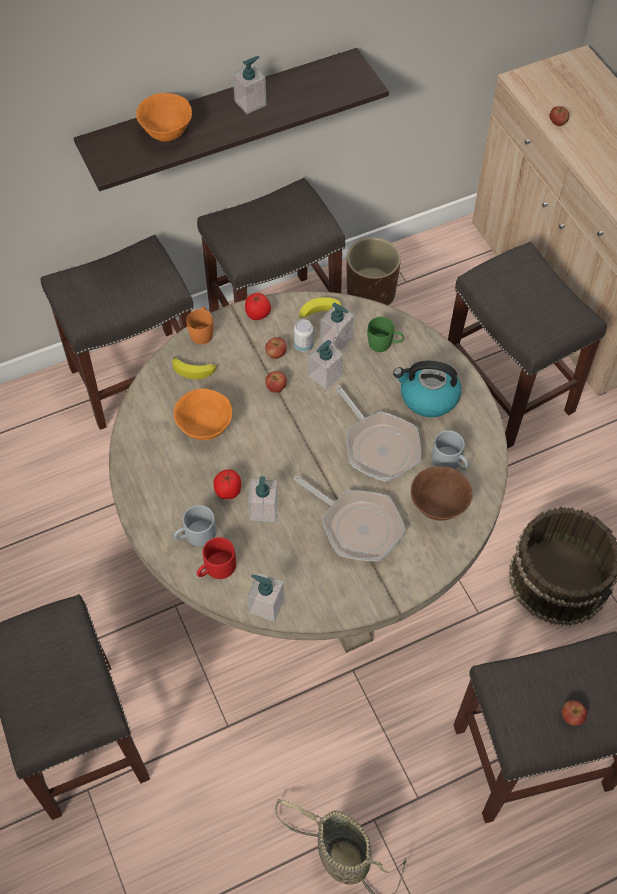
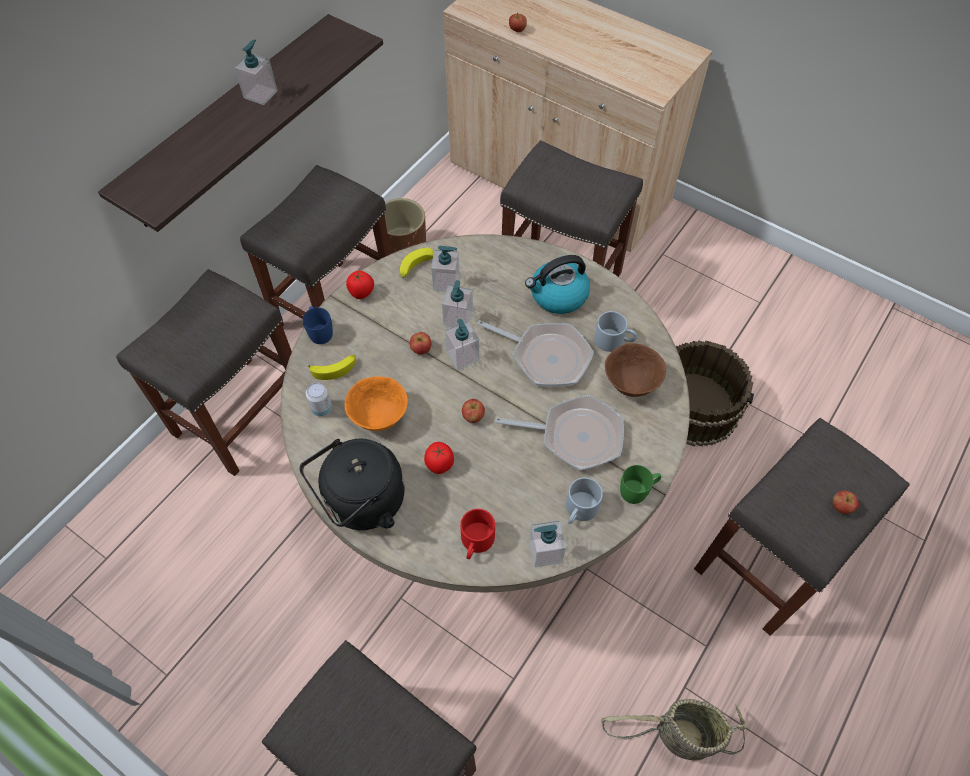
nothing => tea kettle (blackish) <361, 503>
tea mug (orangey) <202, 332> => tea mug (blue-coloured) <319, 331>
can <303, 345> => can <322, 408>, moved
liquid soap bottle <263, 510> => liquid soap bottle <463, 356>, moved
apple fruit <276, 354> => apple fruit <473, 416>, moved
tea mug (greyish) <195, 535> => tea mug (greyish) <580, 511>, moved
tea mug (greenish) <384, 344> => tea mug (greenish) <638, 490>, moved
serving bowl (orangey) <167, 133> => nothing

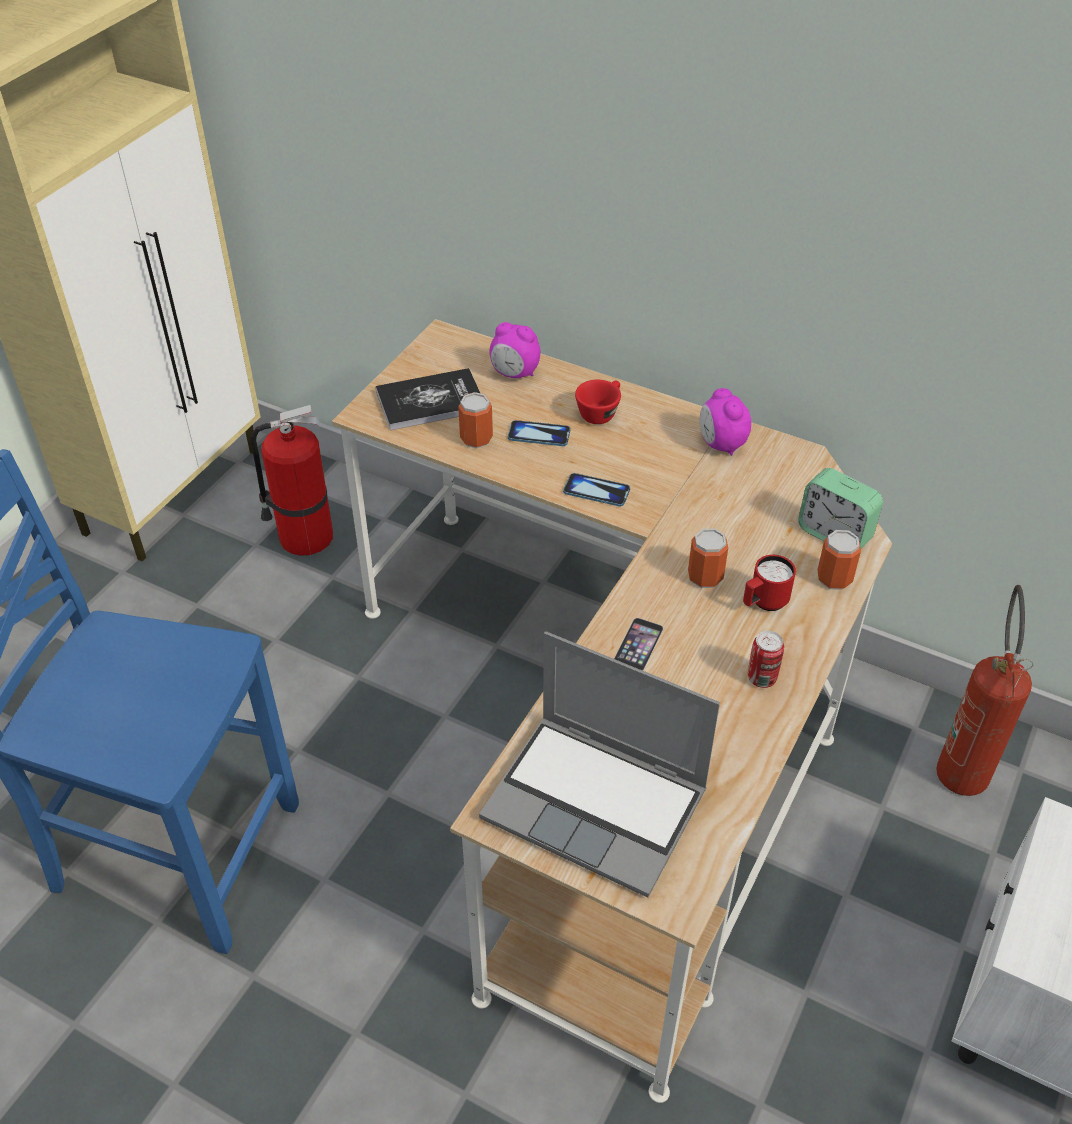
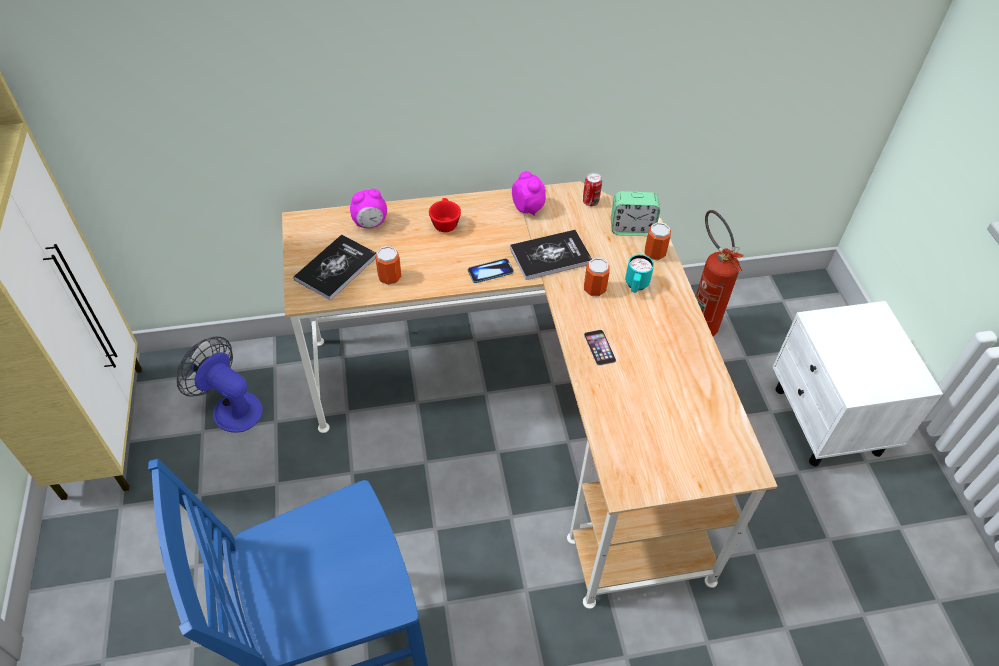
extinguisher <303, 537> => electric fan <231, 407>
nothing => bound book <550, 256>
alarm clock <721, 444> => alarm clock <528, 208>, 150 degrees counterclockwise
can <761, 678> => can <590, 202>, moved
tea mug (reddish) <764, 603> => tea mug (turquoise) <636, 286>
notebook computer <598, 804> => nothing
phone <539, 435> => nothing

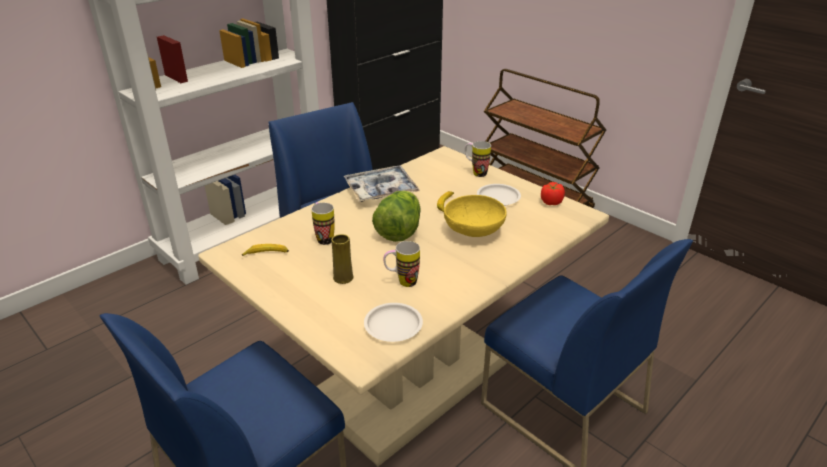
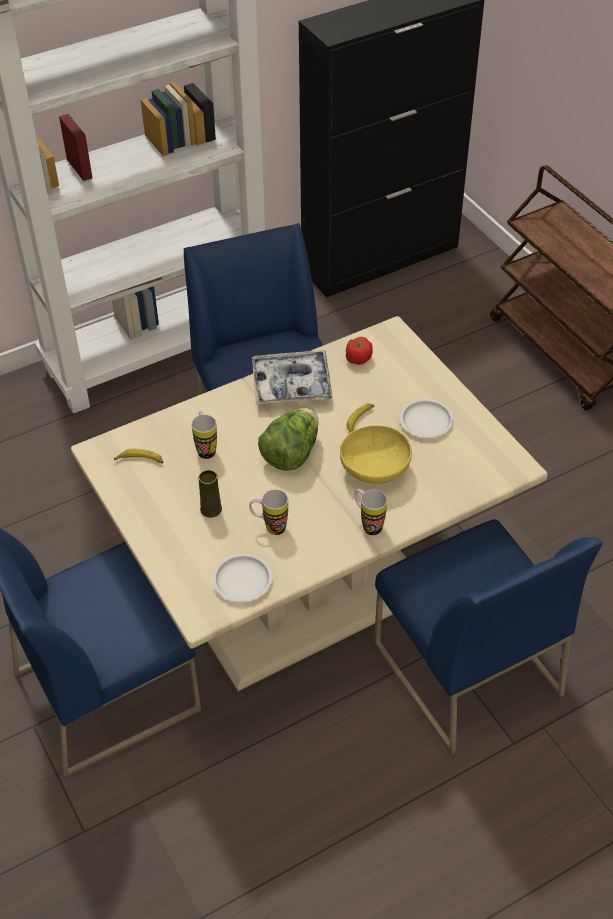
tomato <551, 202> => tomato <358, 359>, moved
tea mug <475, 172> => tea mug <368, 524>, moved

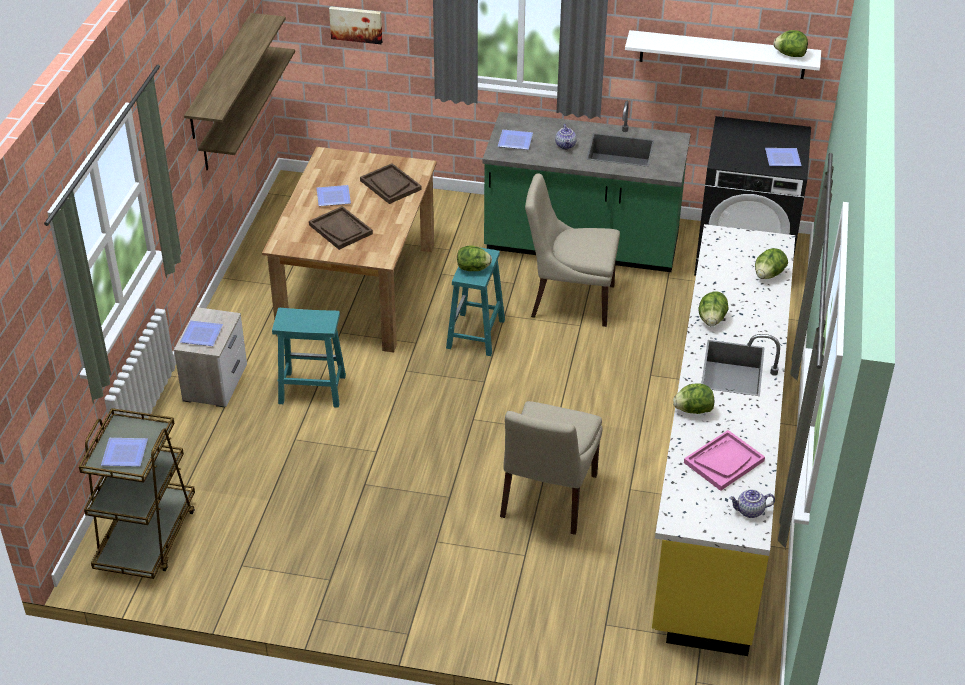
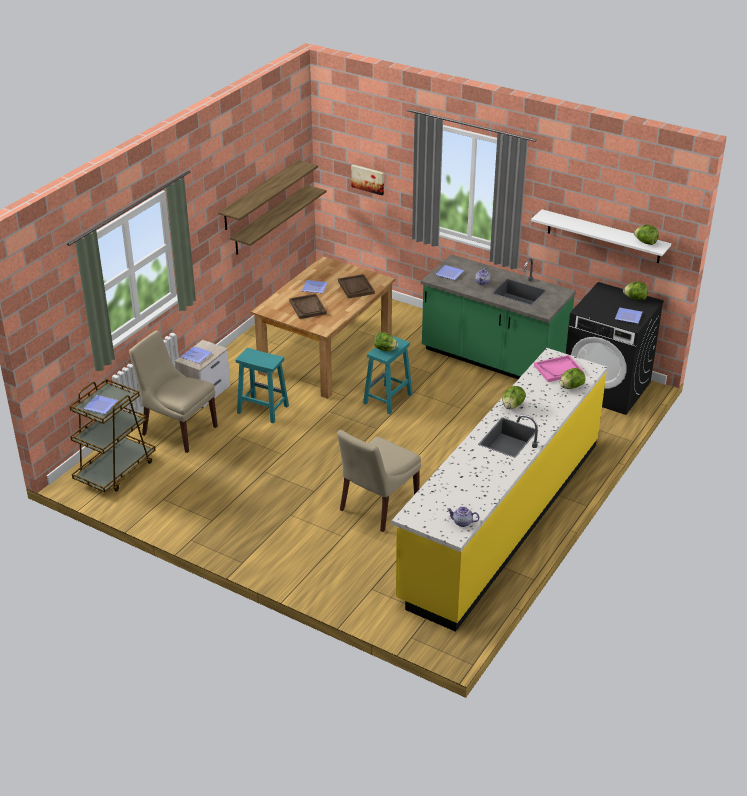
plain chair (beige) <569, 300> => plain chair (beige) <177, 430>, moved
carrying tray (pink) <724, 461> => carrying tray (pink) <558, 370>, moved
head of lettuce <693, 410> => head of lettuce <635, 298>, moved

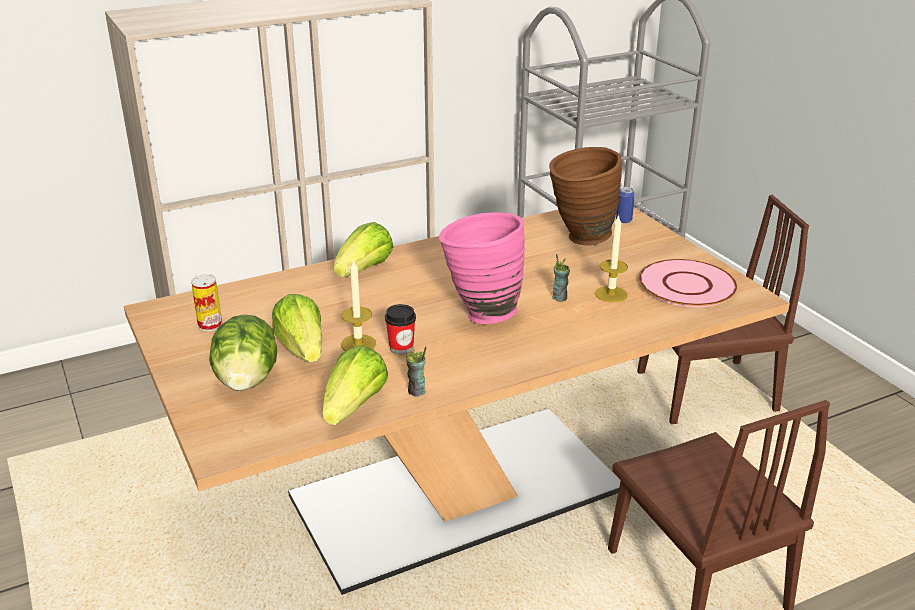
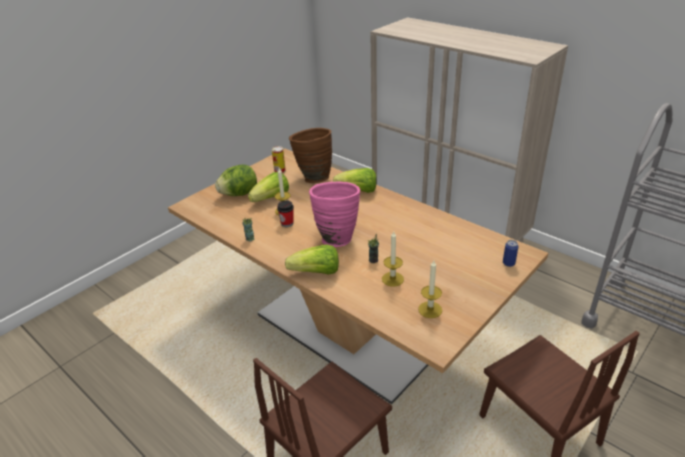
head of lettuce <354, 407> => head of lettuce <316, 272>, moved
flower vase (brownish) <580, 239> => flower vase (brownish) <313, 177>, moved
dinner plate (pink) <686, 285> => candle <430, 309>

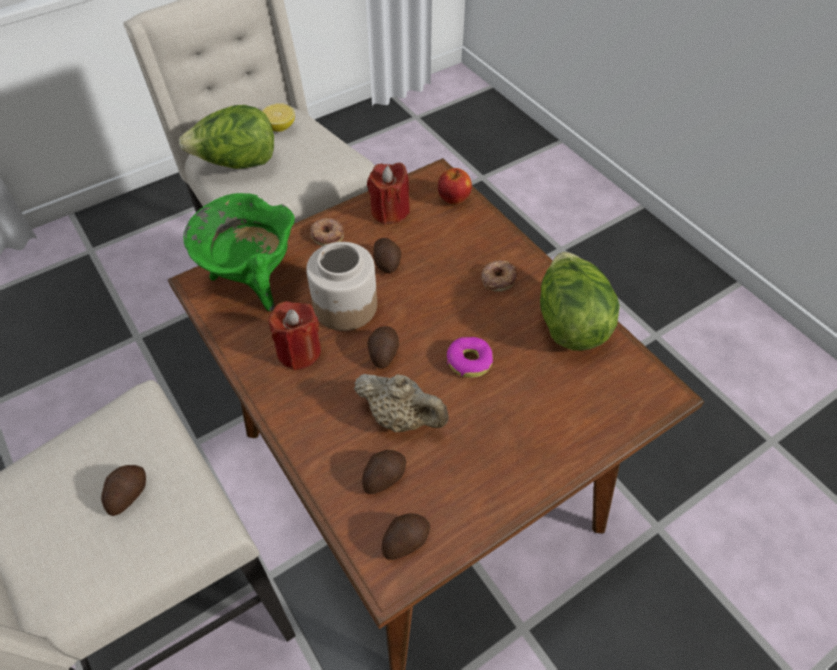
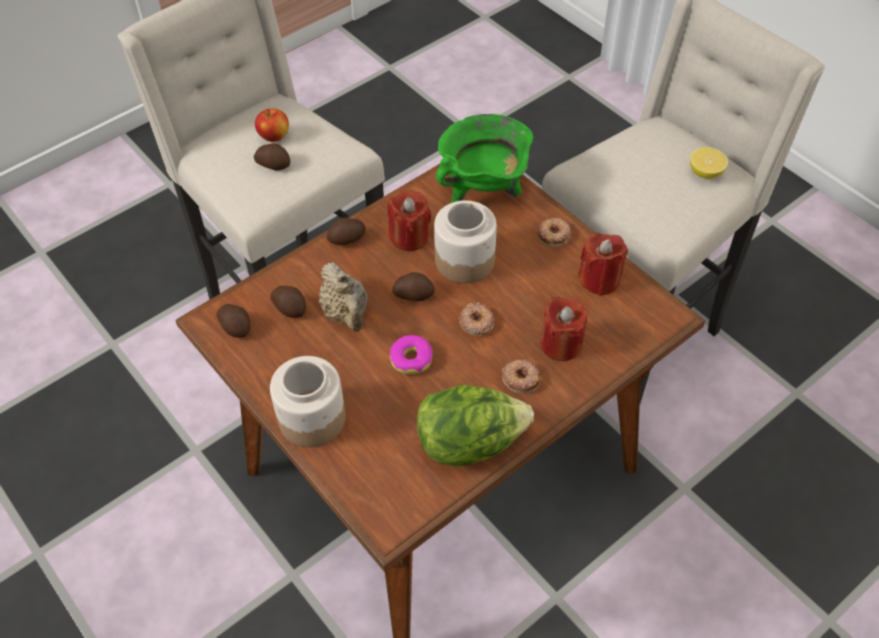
apple fruit <453, 198> => apple fruit <274, 136>, moved
nothing => storage jar <311, 419>
teapot (beige) <402, 418> => teapot (beige) <346, 314>, 45 degrees counterclockwise
spud <387, 262> => spud <347, 239>, moved
nothing => donut <476, 322>
nothing => candle (reddish) <561, 344>
head of lettuce <237, 163> => nothing

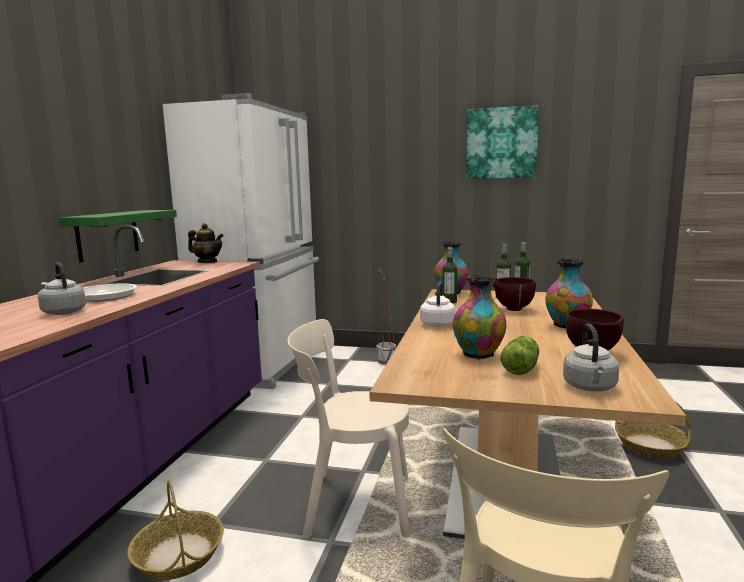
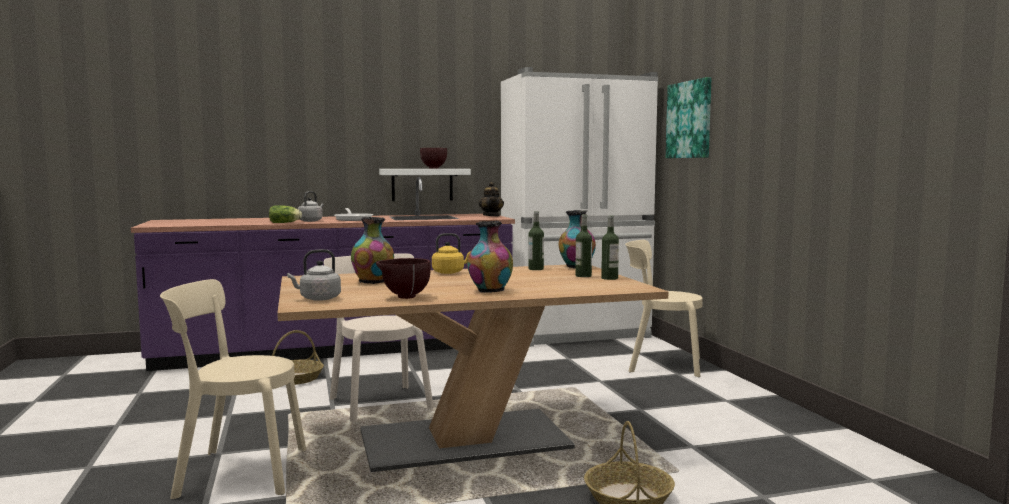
head of lettuce <521, 367> => head of lettuce <285, 223>, moved
bracket shelf (greenish) <107, 235> => bracket shelf (white-coloured) <422, 184>
serving bowl (brownish) <511, 309> => serving bowl (brownish) <433, 168>, moved
tea kettle (white-coloured) <438, 324> => tea kettle (yellow) <450, 272>
flower pot <386, 362> => plain chair (beige) <660, 364>
wall picture <501, 143> => wall picture <689, 120>, moved

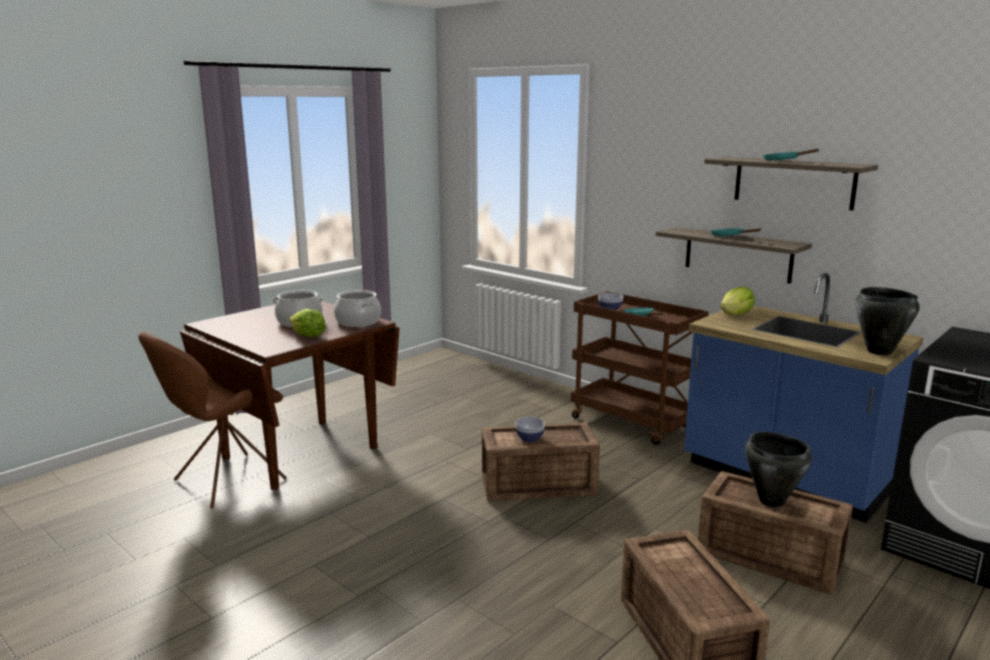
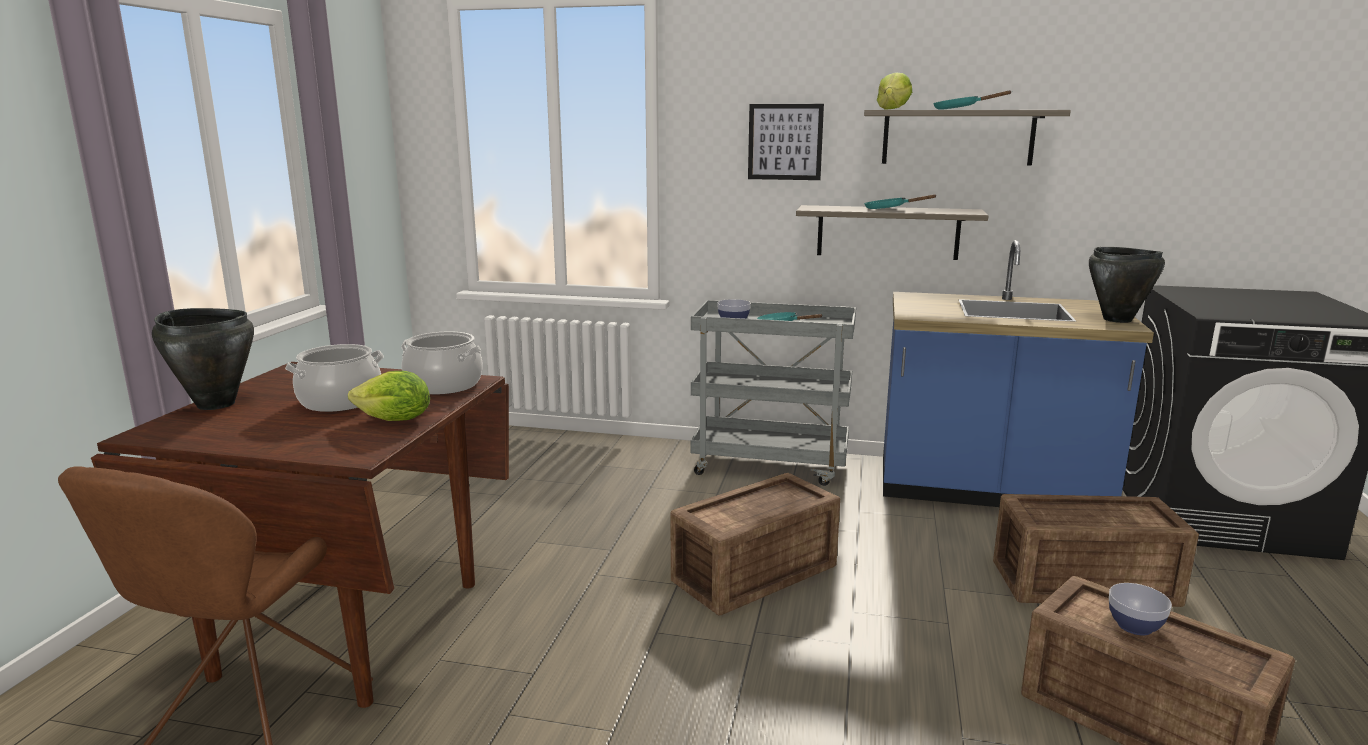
stockpot (blackish) <771, 501> => stockpot (blackish) <216, 404>, moved
cart (brownish) <634, 423> => cart (greyish) <771, 465>
nothing => wall picture <785, 142>
head of lettuce <736, 314> => head of lettuce <893, 109>, moved
serving bowl <530, 438> => serving bowl <1135, 626>, moved

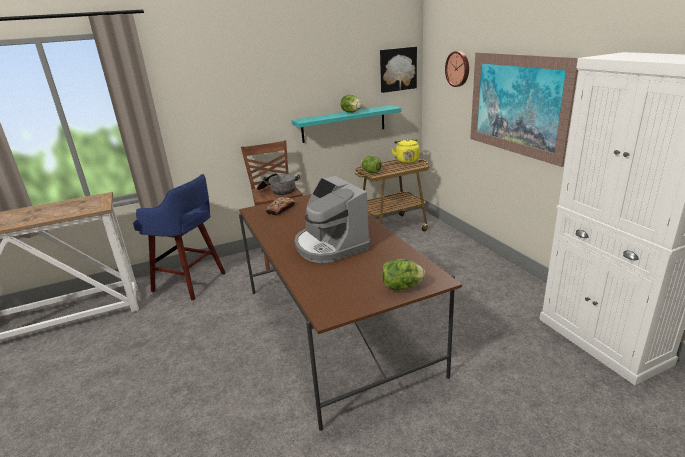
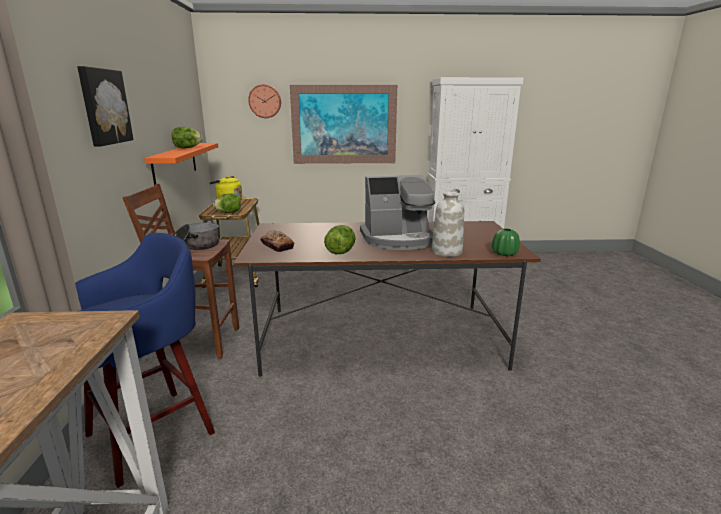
wall picture <397, 69> => wall picture <104, 107>, moved
bracket shelf (turquoise) <343, 124> => bracket shelf (orangey) <175, 164>
head of lettuce <401, 287> => head of lettuce <341, 252>, moved
nothing => flower vase (white-coloured) <446, 251>
nothing => flower vase (greenish) <504, 254>

